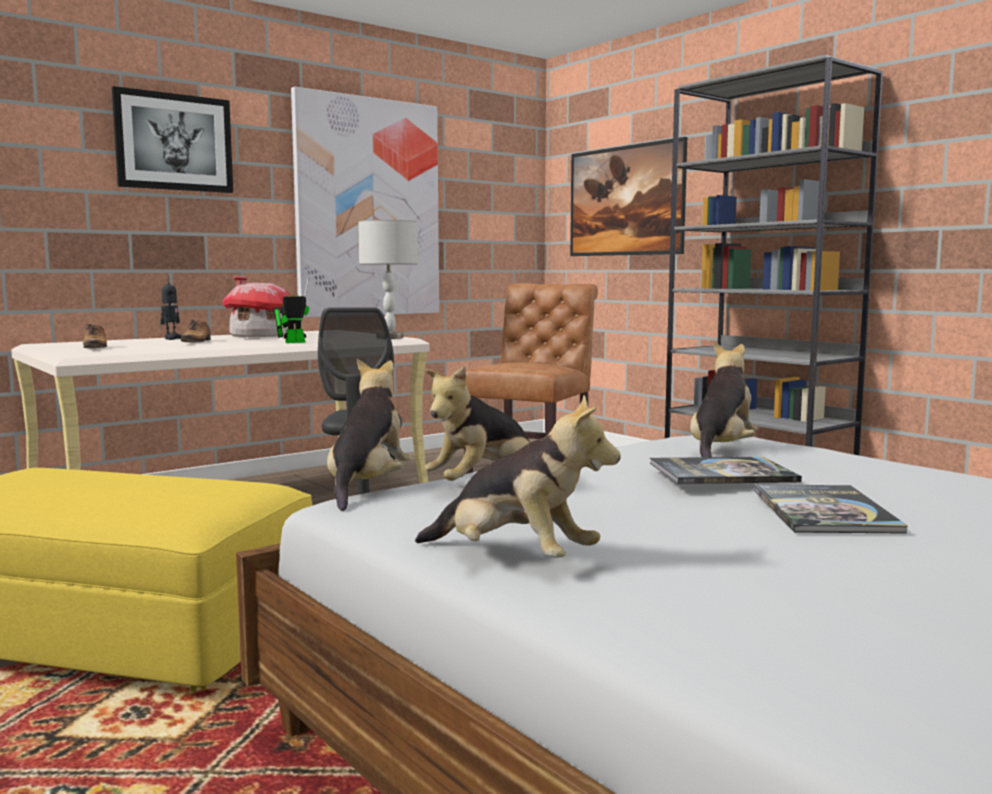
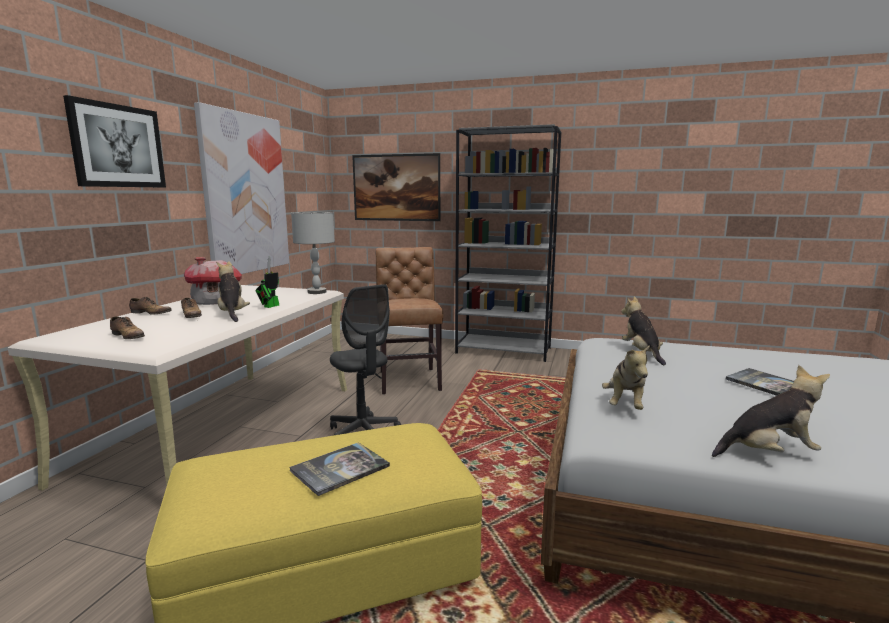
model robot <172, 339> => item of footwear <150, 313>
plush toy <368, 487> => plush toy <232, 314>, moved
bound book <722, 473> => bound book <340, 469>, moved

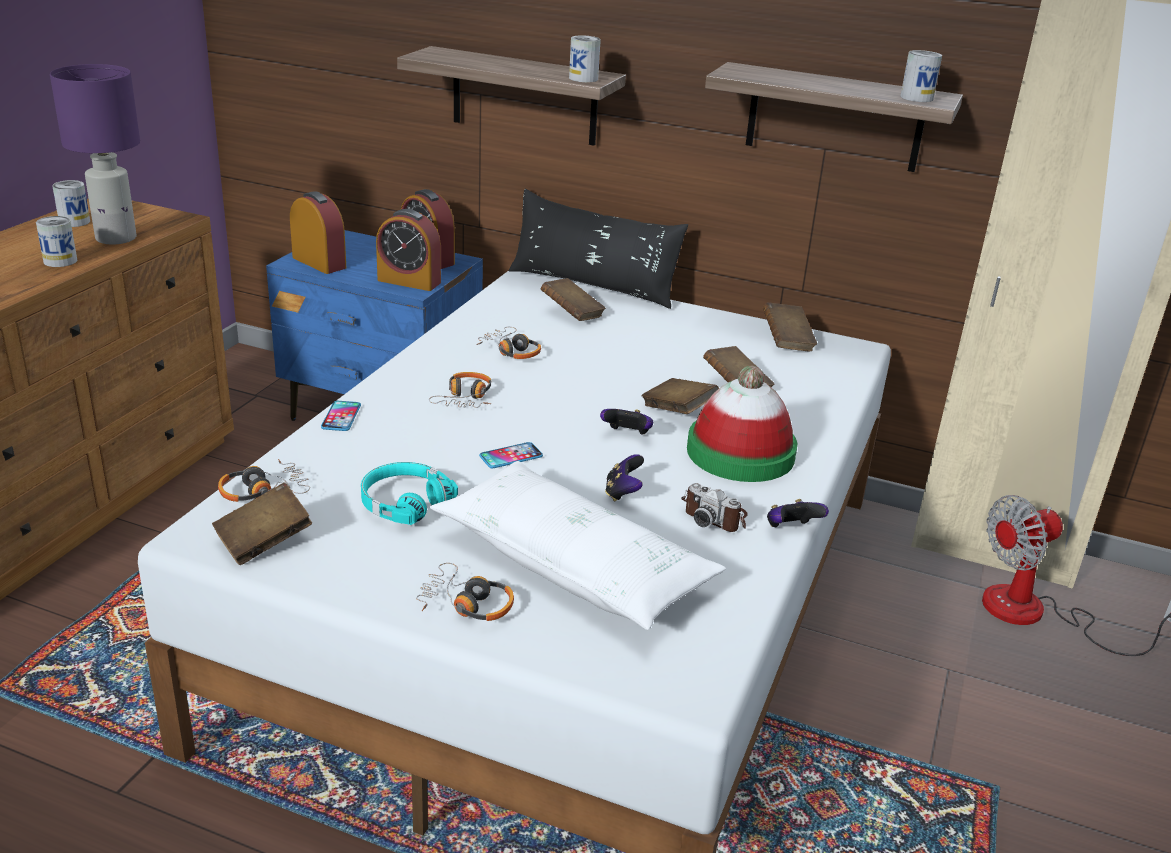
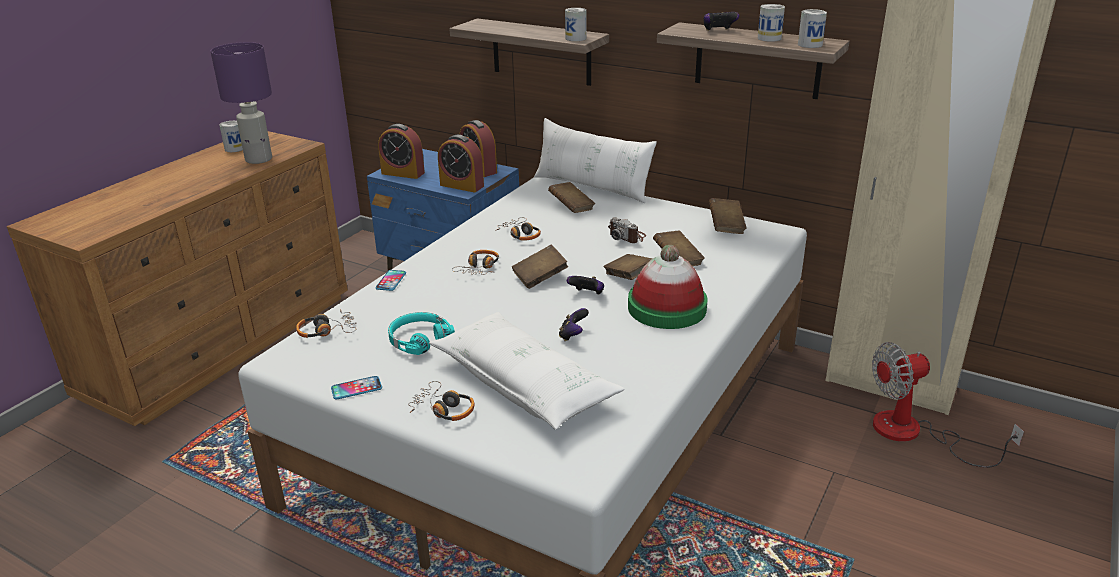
phone <511, 456> => phone <356, 388>, moved
alarm clock <319, 262> => alarm clock <403, 173>, 150 degrees clockwise
bound book (brownish) <264, 542> => bound book (brownish) <540, 278>, moved
pillow (blackish) <592, 286> => pillow (white-coloured) <592, 187>
photo camera <715, 516> => photo camera <627, 236>, moved
game controller <791, 529> => game controller <718, 31>, moved
can <60, 261> => can <769, 38>, moved

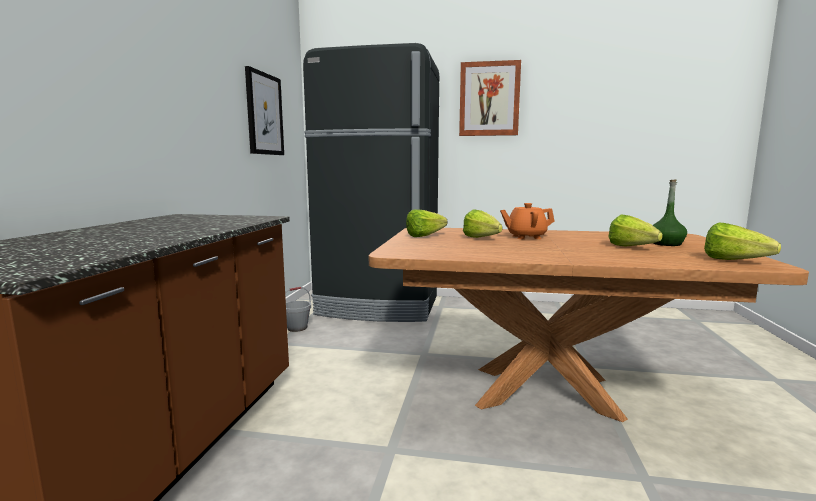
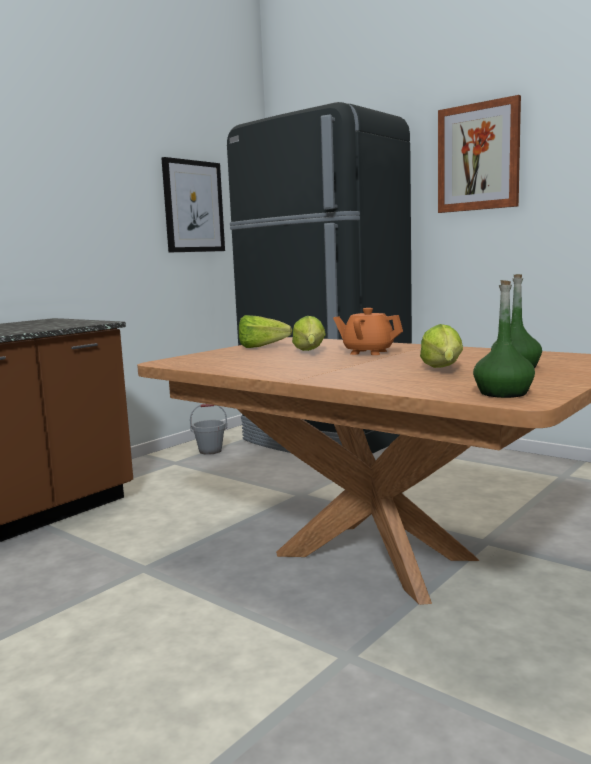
head of lettuce <739, 262> => beverage bottle (greenish) <503, 393>

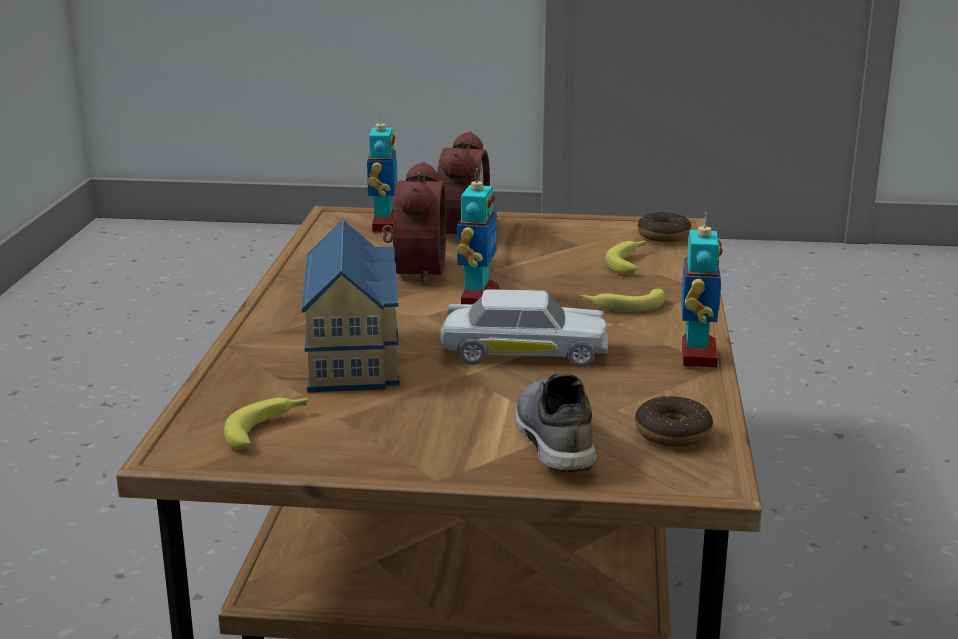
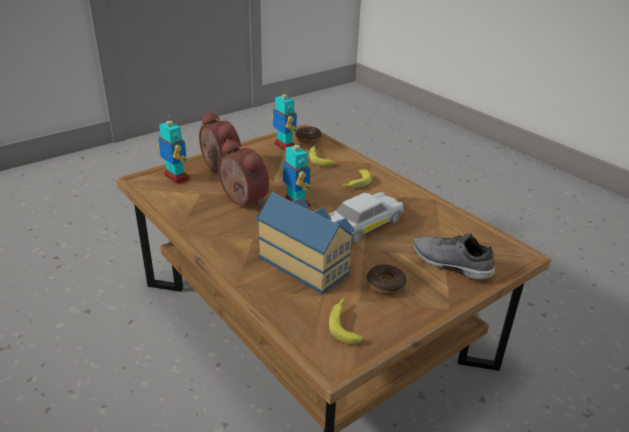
model robot <697, 356> => model robot <285, 147>, moved
donut <672, 433> => donut <385, 284>, moved

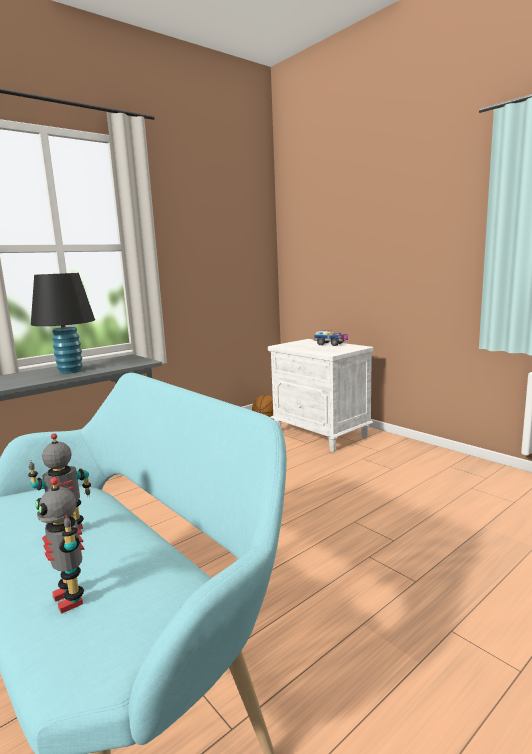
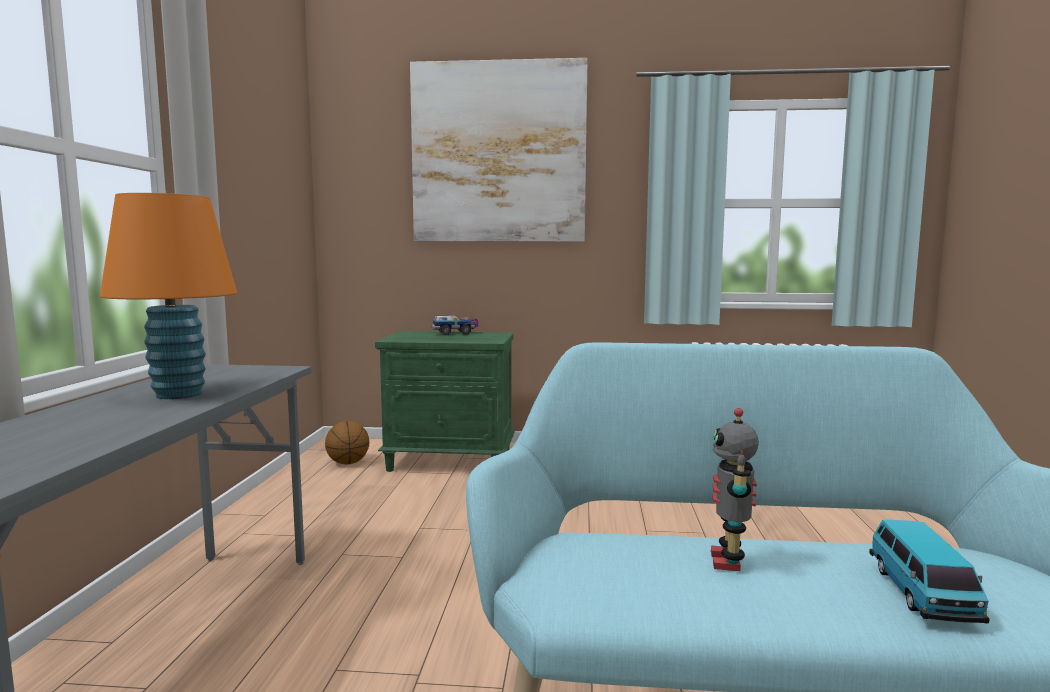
tabletop lamp (blackish) <70, 371> => tabletop lamp (orangey) <178, 394>
night table (white-coloured) <321, 434> => night table (greenish) <451, 461>
nothing => wall picture <498, 153>
model robot <71, 598> => toy car <922, 594>

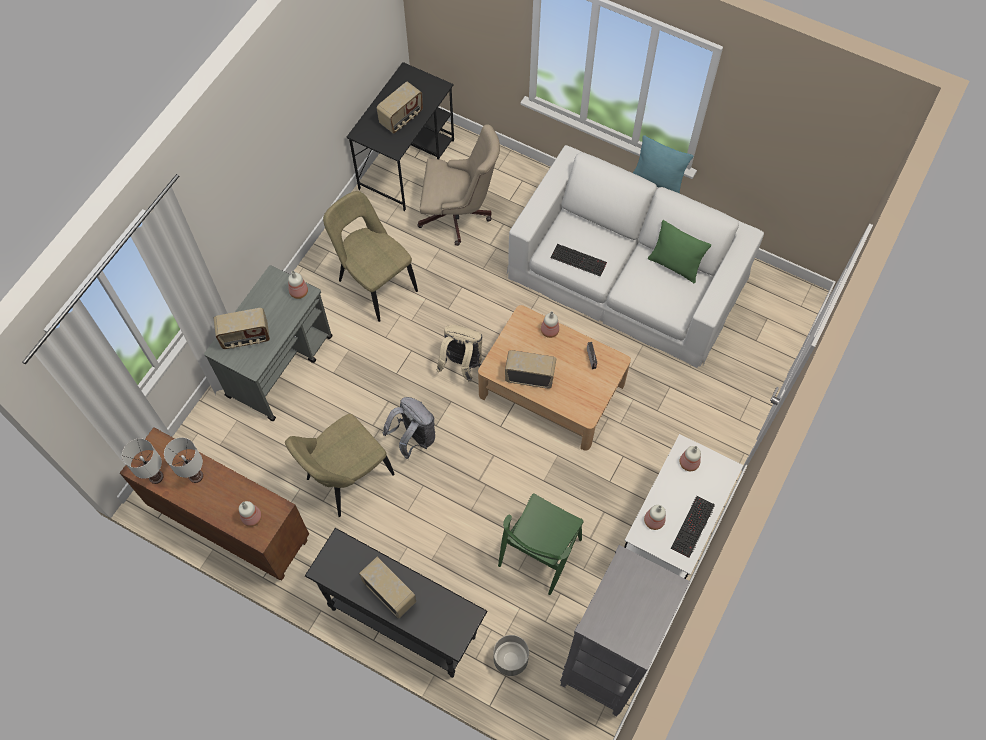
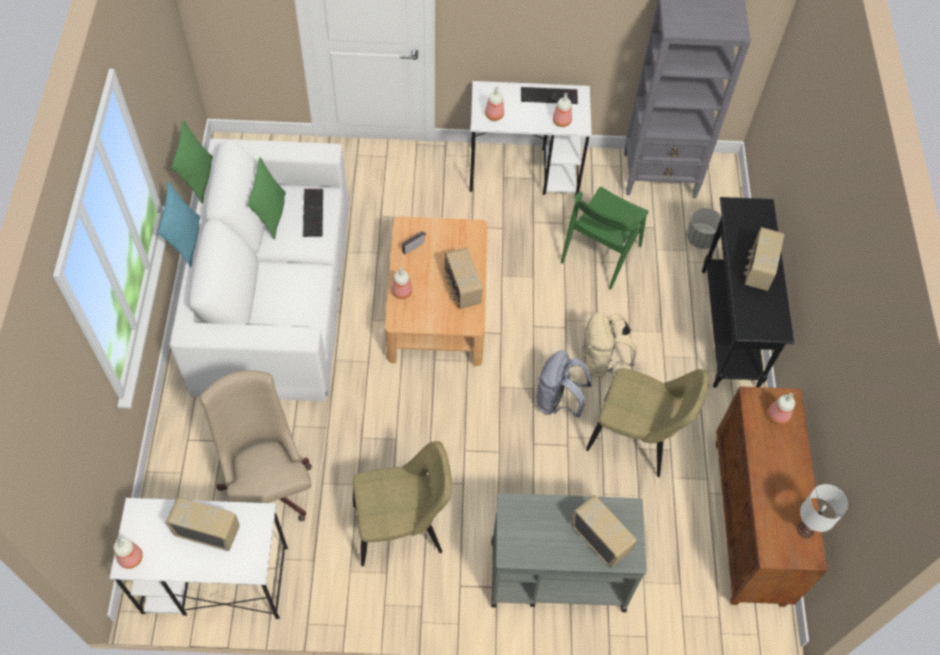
desk unit (blackish) <407, 163> => desk unit (white-coloured) <214, 580>
beverage bottle <299, 292> => beverage bottle <132, 557>, moved
nothing => pillow (greenish) <199, 179>
PC keyboard <579, 260> => PC keyboard <312, 212>, moved
plain chair (beige) <375, 284> => plain chair (beige) <402, 528>, 120 degrees counterclockwise
plain chair (greenish) <539, 552> => plain chair (greenish) <600, 254>, 120 degrees clockwise
rucksack (beige) <461, 364> => rucksack (beige) <602, 361>, moved
tabletop lamp (white-coloured) <195, 475> => nothing

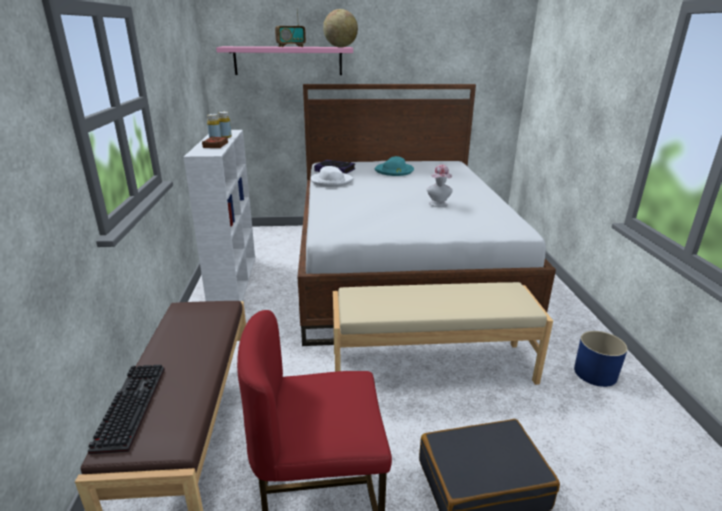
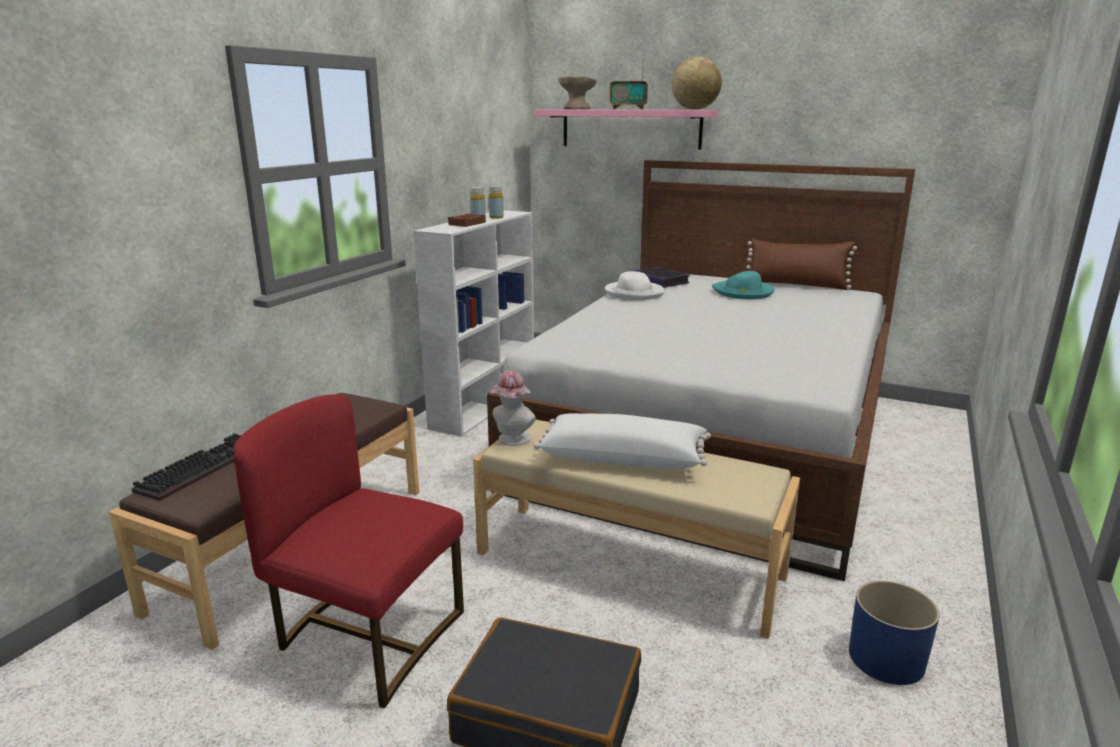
wearable hat <438, 204> => wearable hat <512, 440>, moved
nothing => pillow (white-coloured) <623, 458>
nothing => serving bowl (beige) <577, 109>
nothing => pillow (brownish) <796, 285>

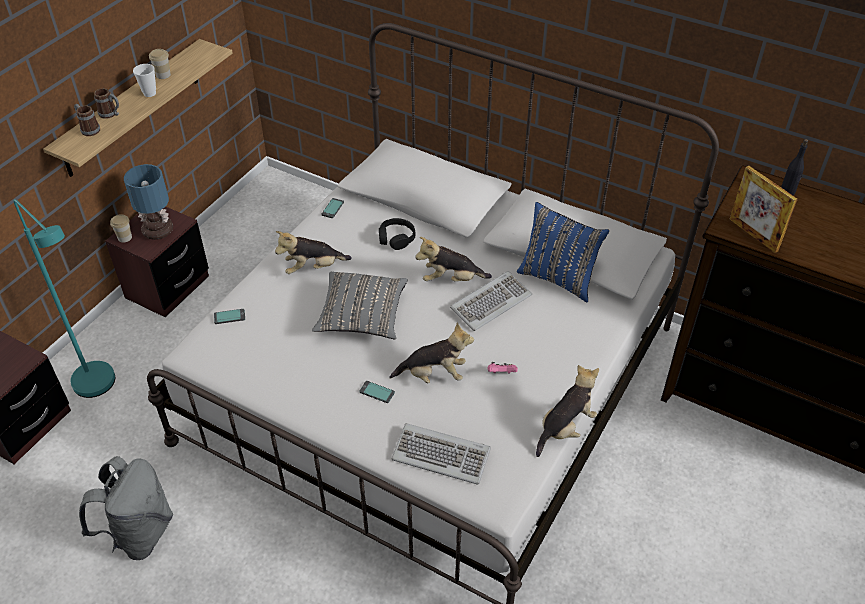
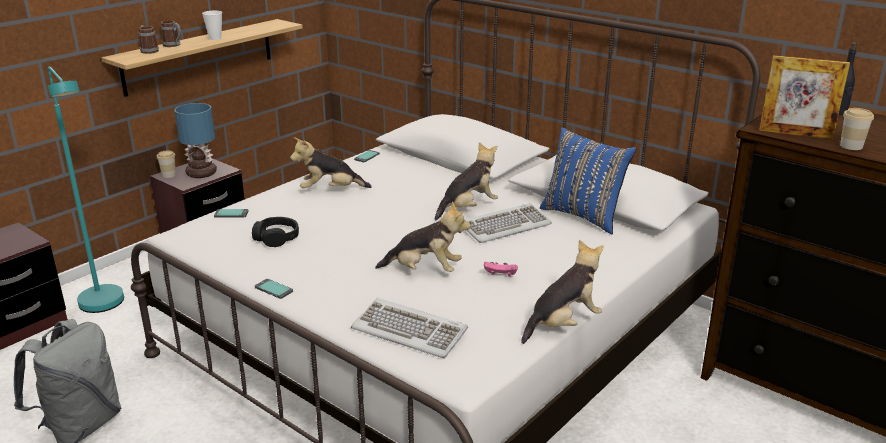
headphones (blackish) <396, 238> => headphones (blackish) <276, 238>, moved
phone <377, 392> => phone <273, 289>, moved
plush toy <451, 279> => plush toy <468, 208>, 135 degrees clockwise
standing frame <753, 235> => standing frame <795, 134>, 45 degrees counterclockwise
small cup <163, 75> => small cup <851, 146>, moved
pillow (greyish) <362, 316> => nothing

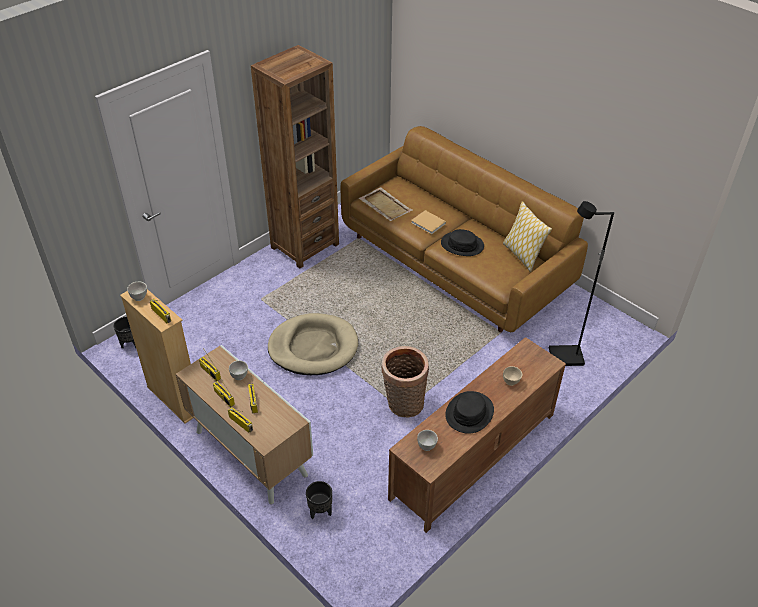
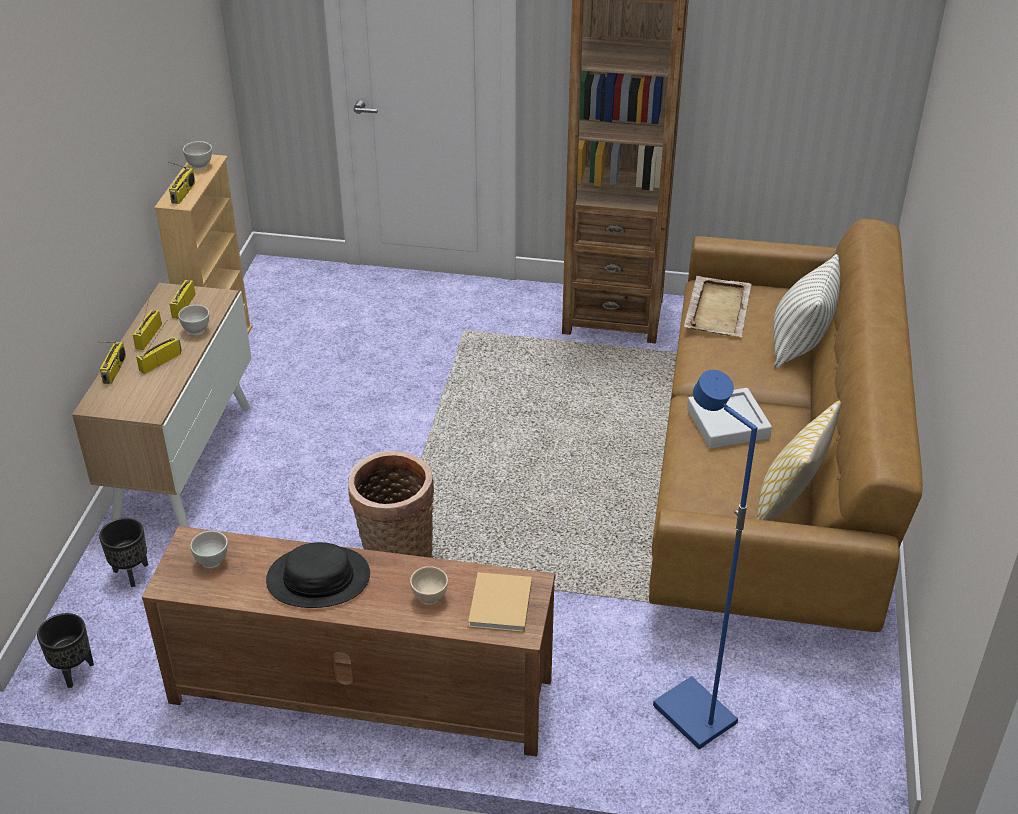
flower pot (blackish) <130, 344> => flower pot (blackish) <73, 671>, moved
bound book (beige) <429, 223> => bound book (beige) <500, 606>, moved
standing lamp (blackish) <565, 357> => standing lamp (blue-coloured) <692, 716>
wearable hat (blackish) <462, 244> => carrying tray (greyish) <727, 423>
nothing => pillow <799, 345>
dog cushion (beige) <313, 347> => nothing

